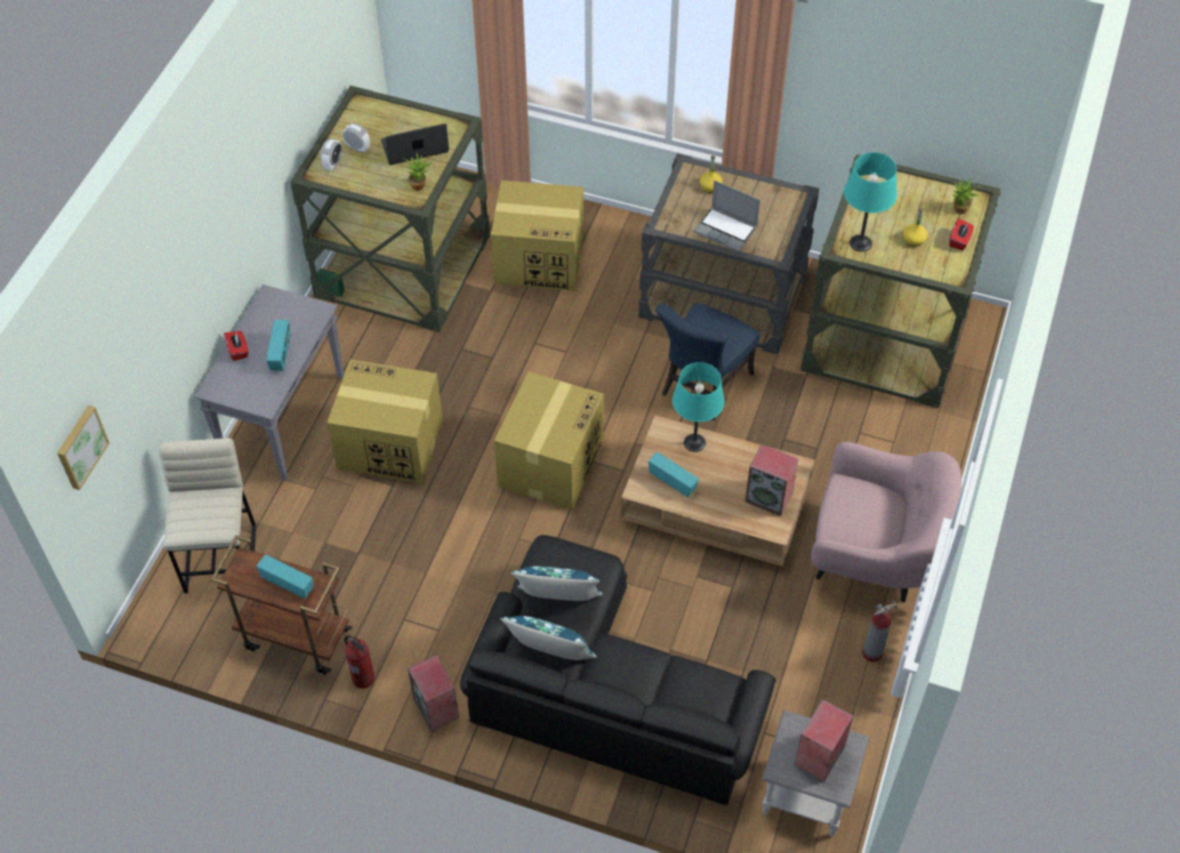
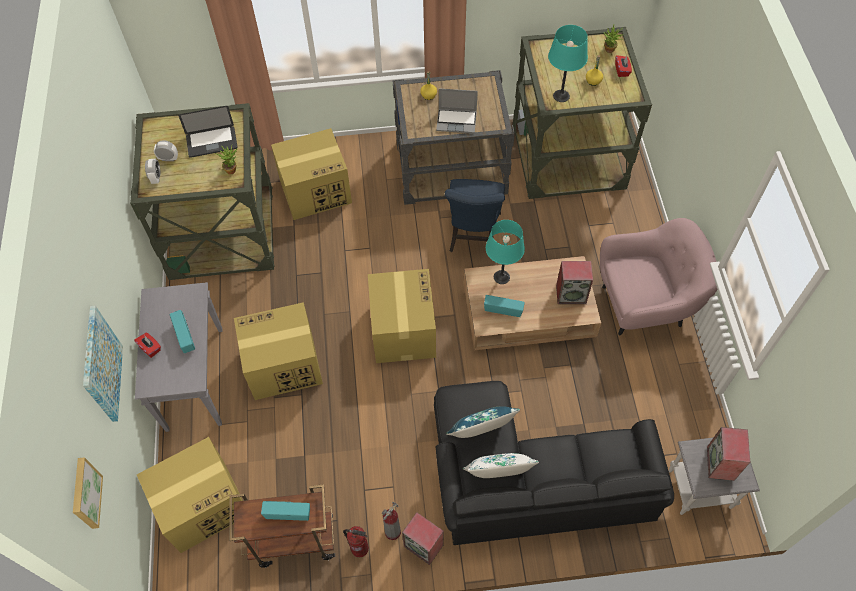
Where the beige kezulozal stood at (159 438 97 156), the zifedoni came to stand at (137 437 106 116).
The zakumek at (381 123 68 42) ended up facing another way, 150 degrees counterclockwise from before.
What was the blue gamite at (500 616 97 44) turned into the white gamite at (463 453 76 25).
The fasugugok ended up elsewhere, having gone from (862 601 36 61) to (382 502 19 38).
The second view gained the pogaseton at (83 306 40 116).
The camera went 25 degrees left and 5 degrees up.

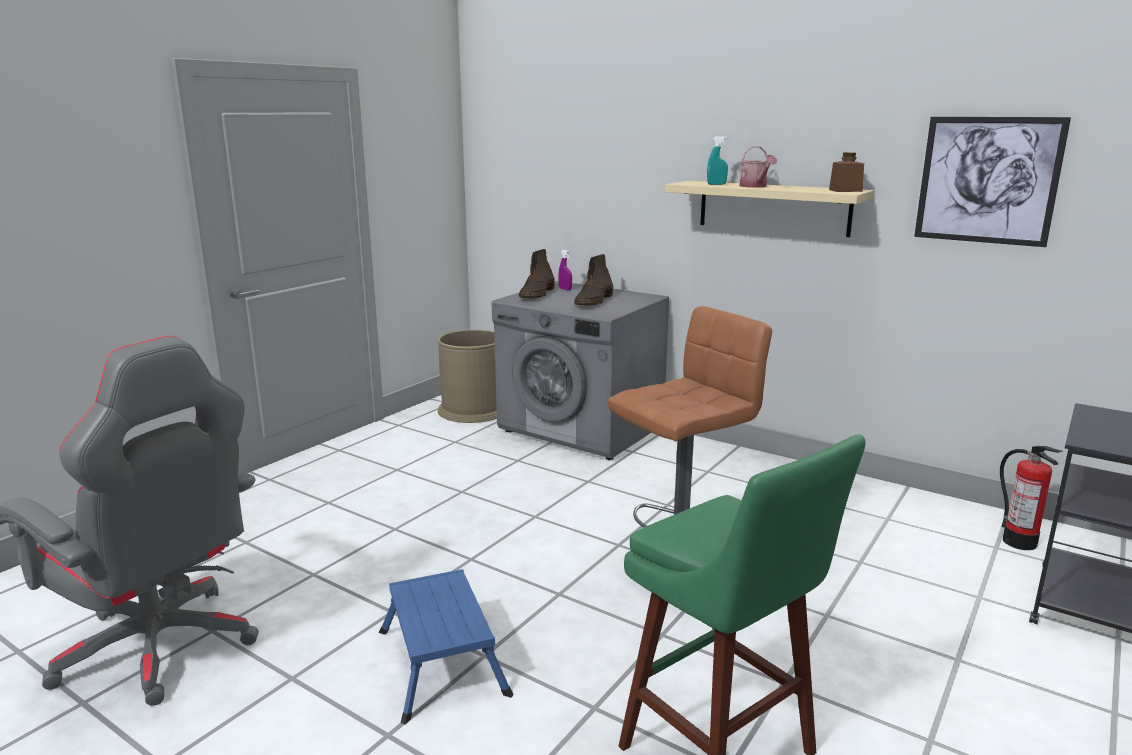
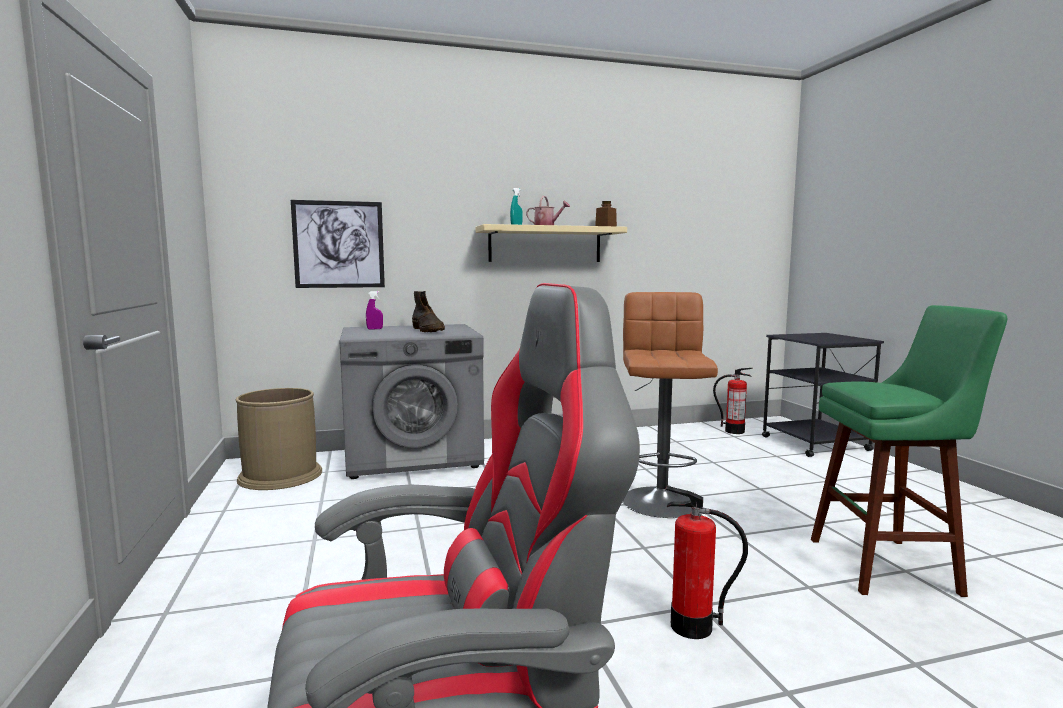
Where the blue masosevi stood at (378 569 136 156), the fasugugok came to stand at (666 486 82 153).
The second view lost the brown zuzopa at (519 249 36 49).
The pogaseton ended up elsewhere, having gone from (914 117 157 130) to (291 200 94 88).
The camera went 50 degrees left and 10 degrees down.

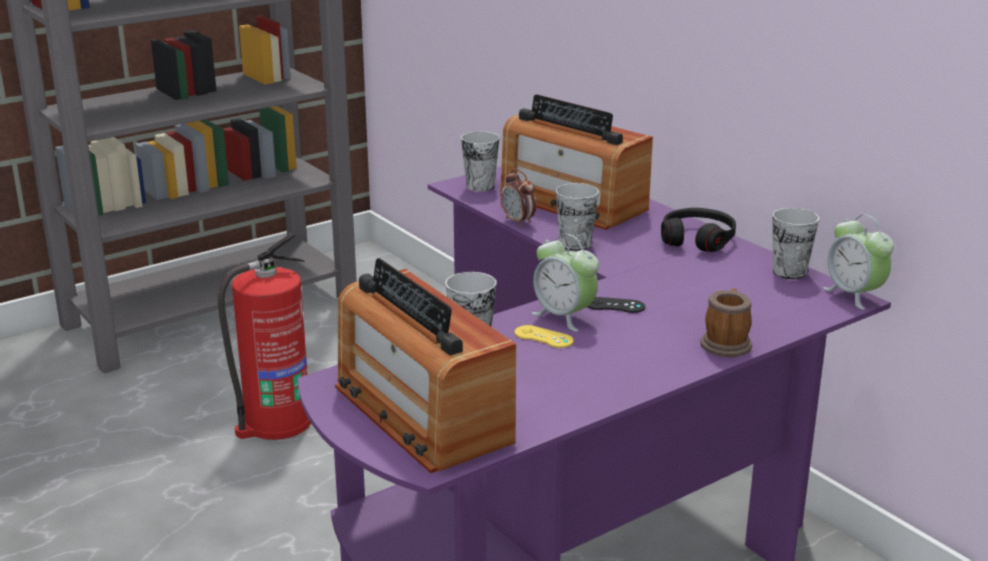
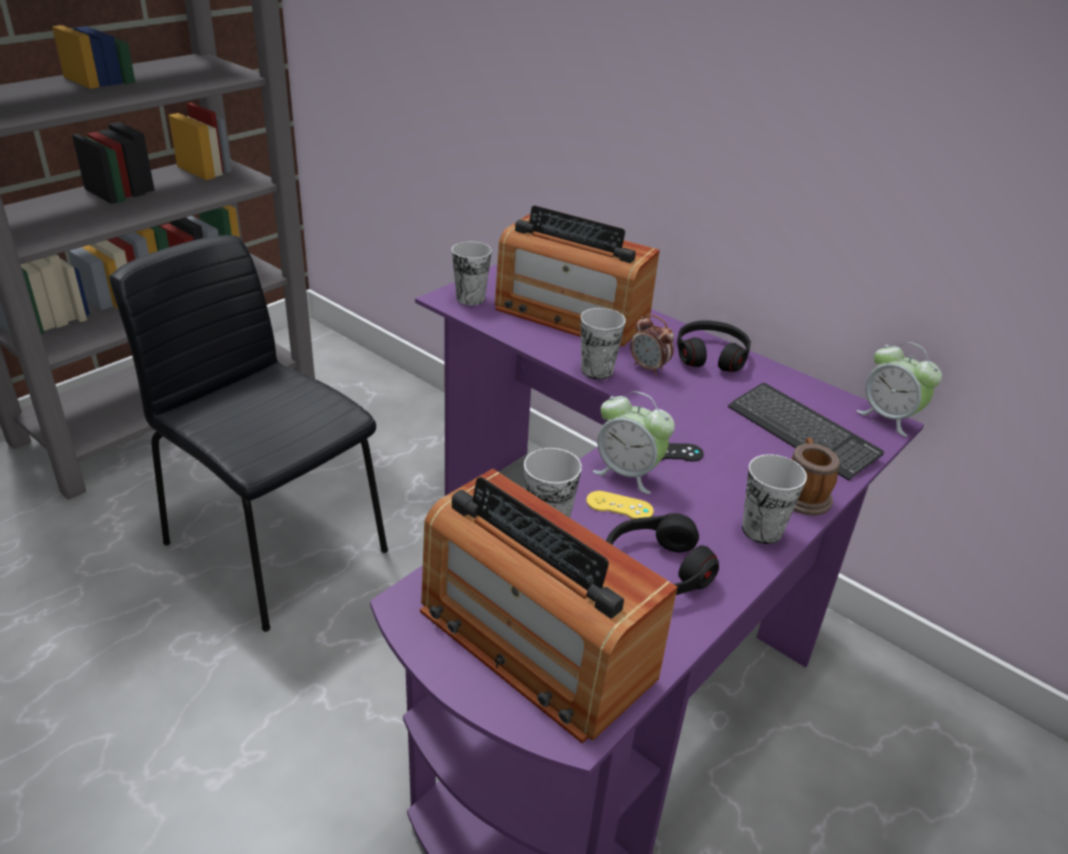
Where the fasugugok stood at (218 233 93 207), the black kezulozal came to stand at (109 235 279 397).
The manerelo ended up elsewhere, having gone from (501 169 36 58) to (630 314 44 61).
The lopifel ended up elsewhere, having gone from (773 208 46 72) to (742 454 65 90).
The second view gained the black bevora at (606 513 113 82).
The second view gained the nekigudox at (728 383 156 98).
The camera went 15 degrees left and 10 degrees up.

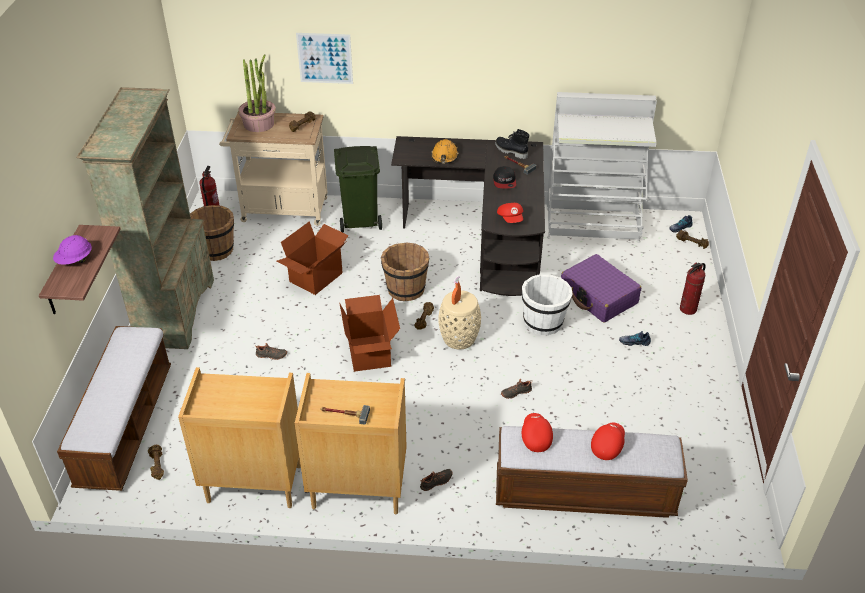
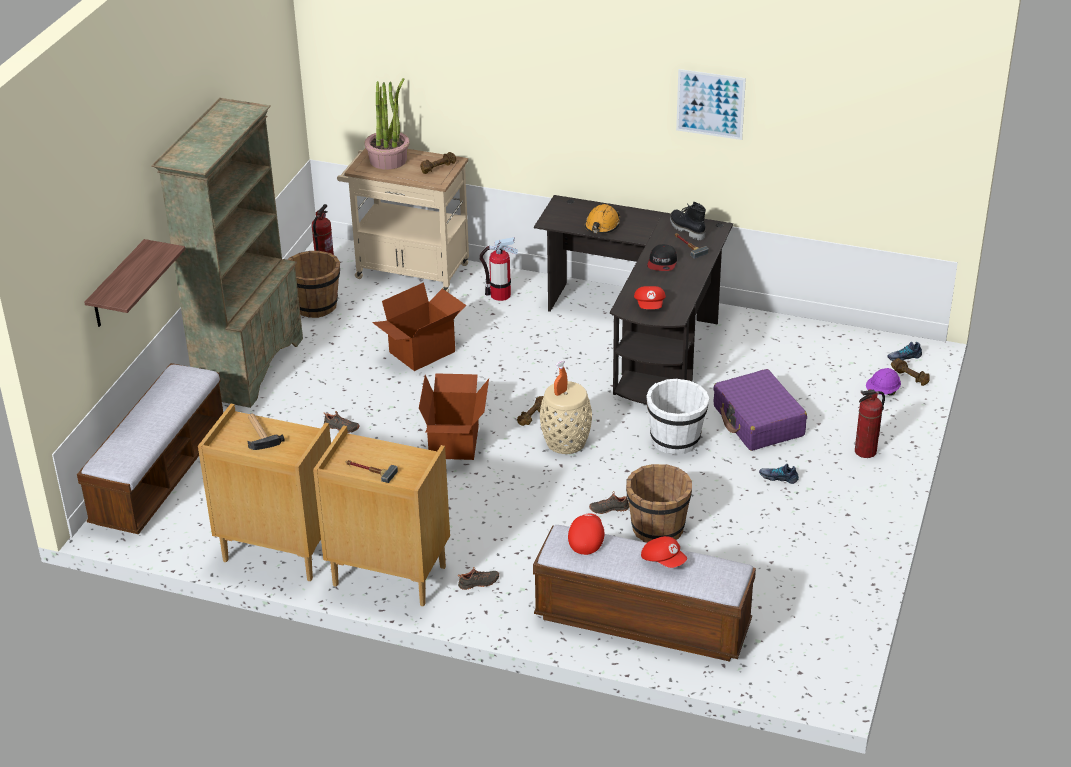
The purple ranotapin ended up elsewhere, having gone from (53 235 39 30) to (866 368 35 27).
The second view lost the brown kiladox at (148 445 16 35).
The pogaseton ended up elsewhere, having gone from (296 33 57 51) to (676 69 70 71).
Where the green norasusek stood at (334 146 48 87), the fasugugok came to stand at (480 237 38 64).
The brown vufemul ended up elsewhere, having gone from (381 242 48 59) to (626 464 66 79).
The second view lost the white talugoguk at (547 92 110 151).
The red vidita at (591 423 34 37) ended up facing another way, 90 degrees clockwise from before.
The second view gained the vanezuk at (247 414 38 36).
The camera went 15 degrees right and 5 degrees down.

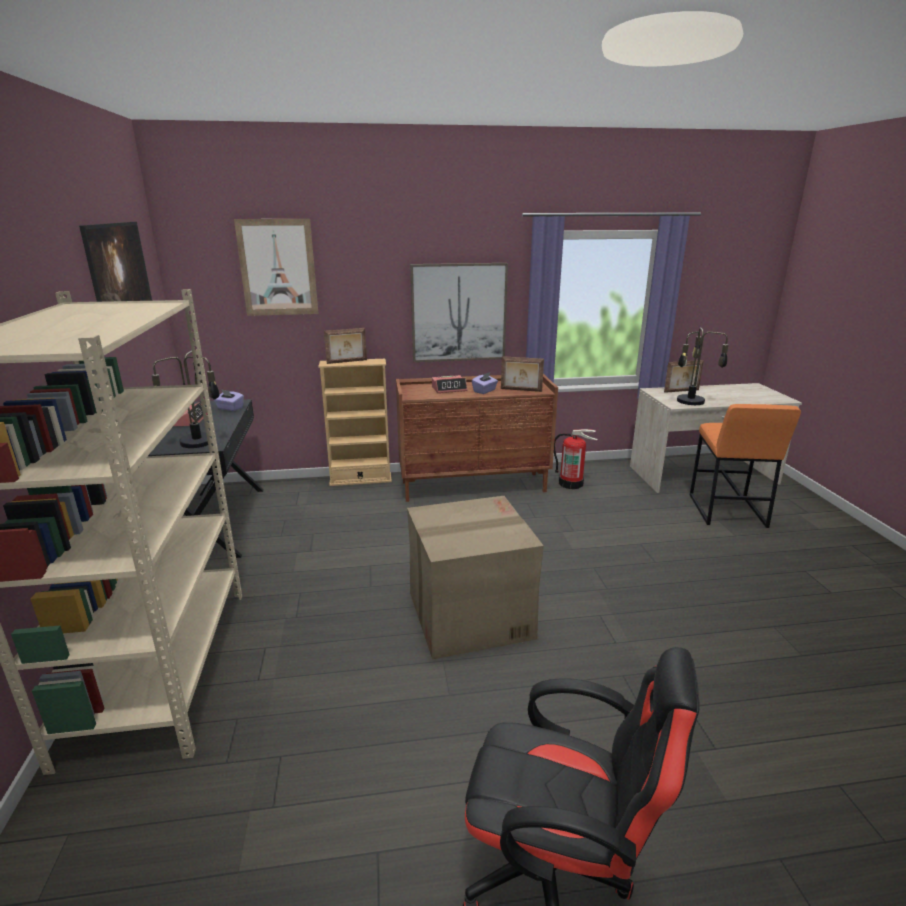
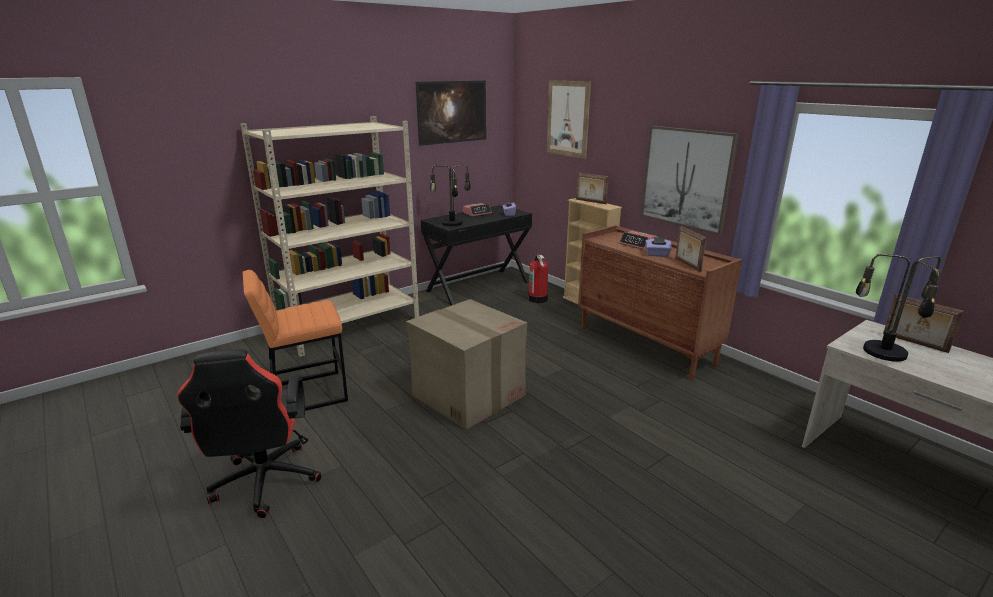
The fasugugok ended up elsewhere, having gone from (554 429 44 60) to (528 254 20 49).
The orange kezulozal ended up elsewhere, having gone from (690 404 111 124) to (243 270 105 141).
The camera went 60 degrees right and 0 degrees up.

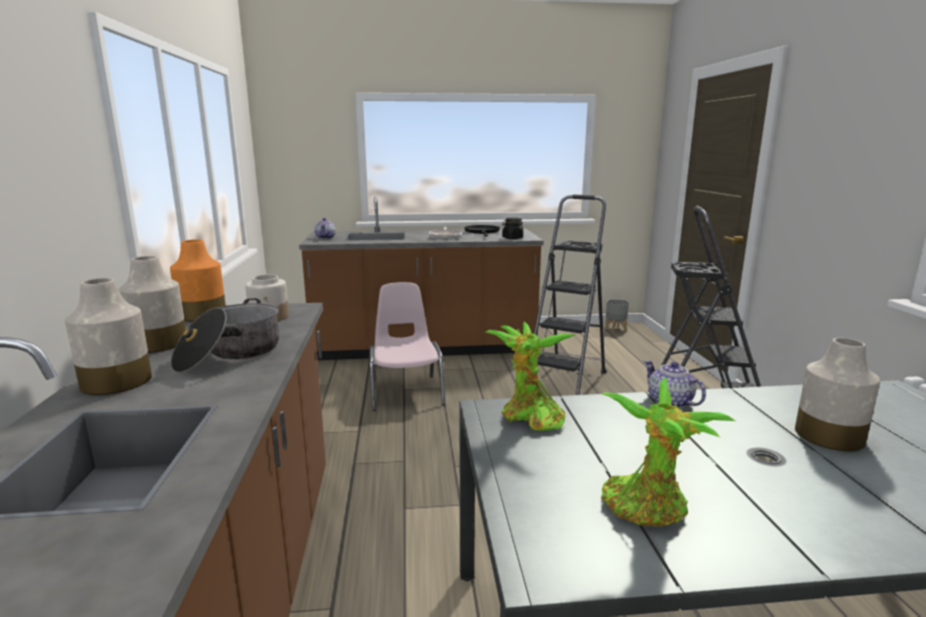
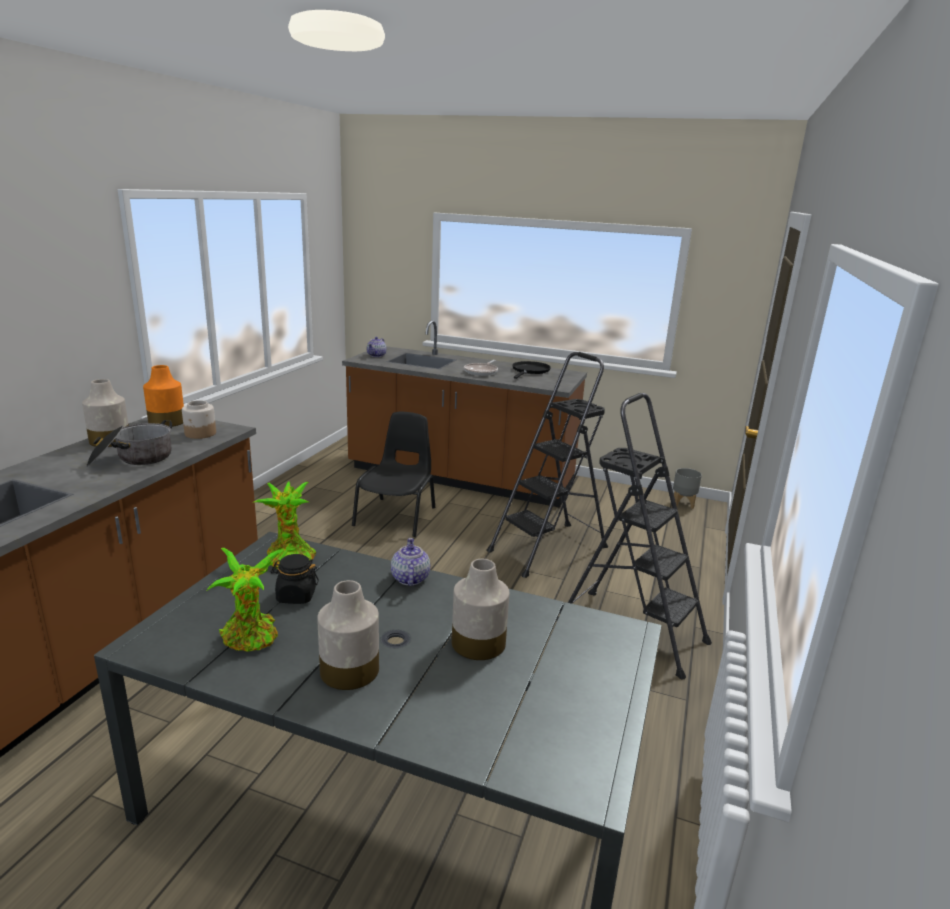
The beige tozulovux ended up elsewhere, having gone from (65 278 87 117) to (317 580 62 110).
What was the pink kezulozal at (369 282 76 129) turned into the black kezulozal at (352 412 83 125).
The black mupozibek ended up elsewhere, having gone from (502 217 21 22) to (271 554 48 50).
The camera went 25 degrees right and 5 degrees up.

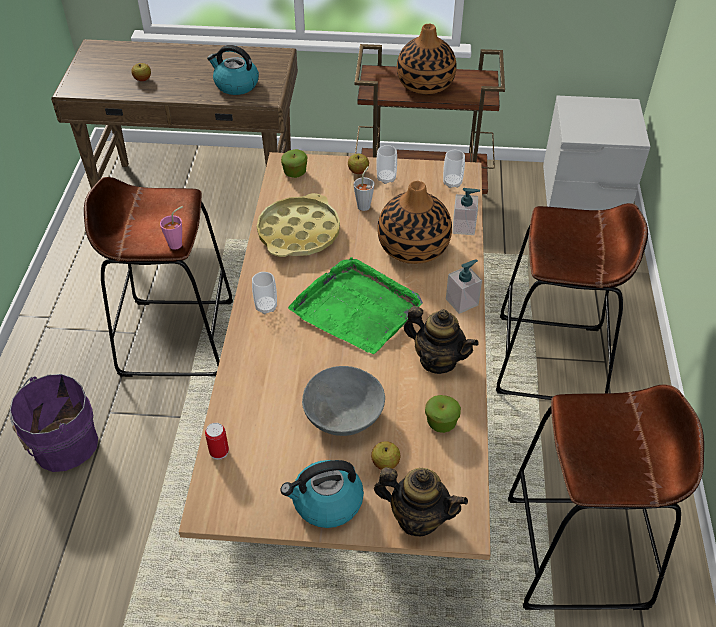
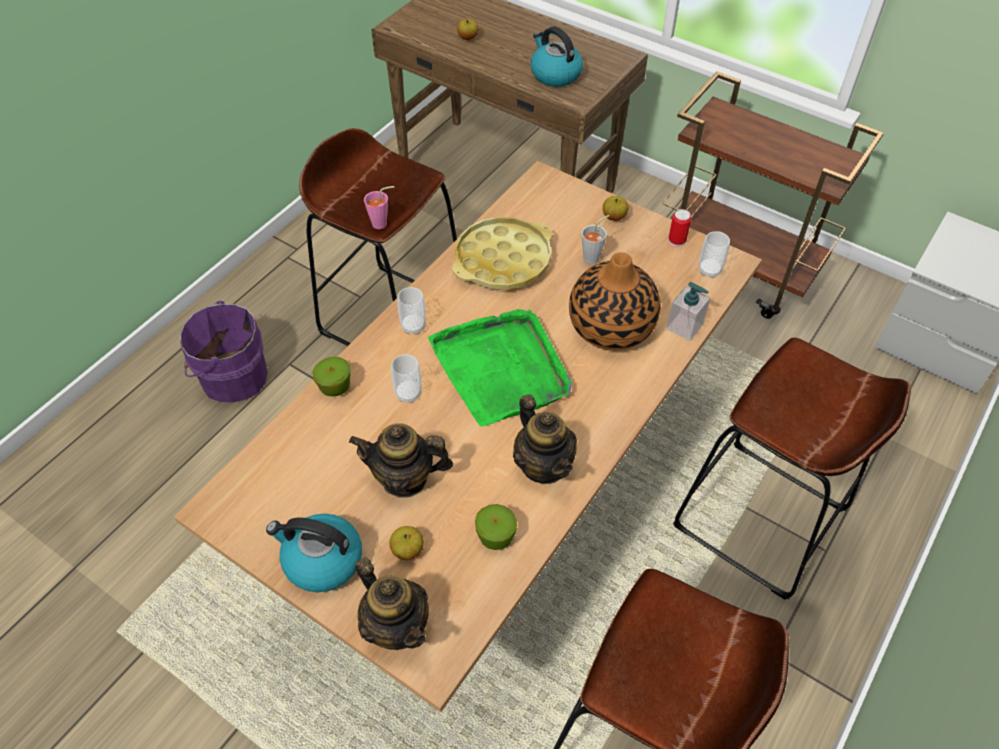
The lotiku ended up elsewhere, having gone from (205 423 24 37) to (669 209 22 38).
The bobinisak ended up elsewhere, having gone from (281 149 26 29) to (313 357 37 39).
Where the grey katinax stood at (302 366 83 70), the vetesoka came to stand at (349 423 104 75).
The lopifel ended up elsewhere, having gone from (376 145 21 39) to (391 354 31 49).
The second view lost the tozulovux at (397 24 60 71).
The second view lost the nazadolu at (446 259 36 55).
The camera went 30 degrees right and 5 degrees up.

